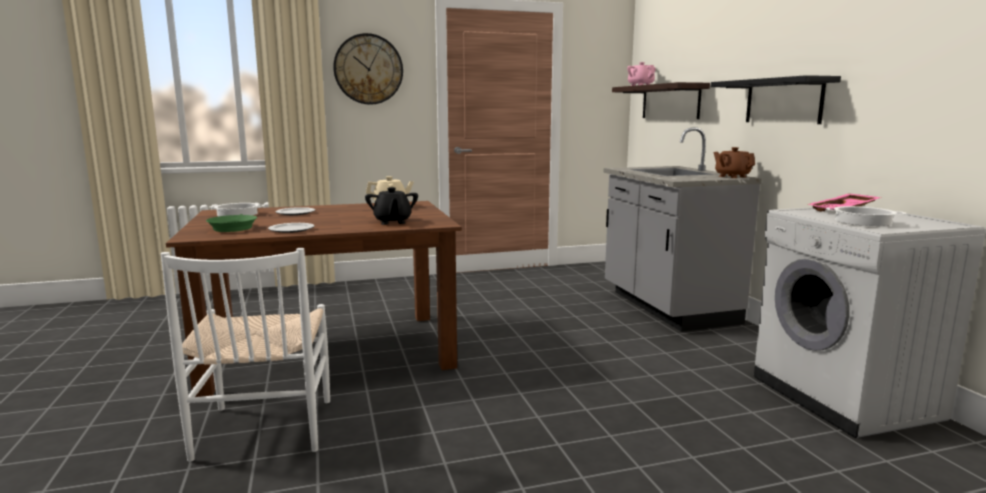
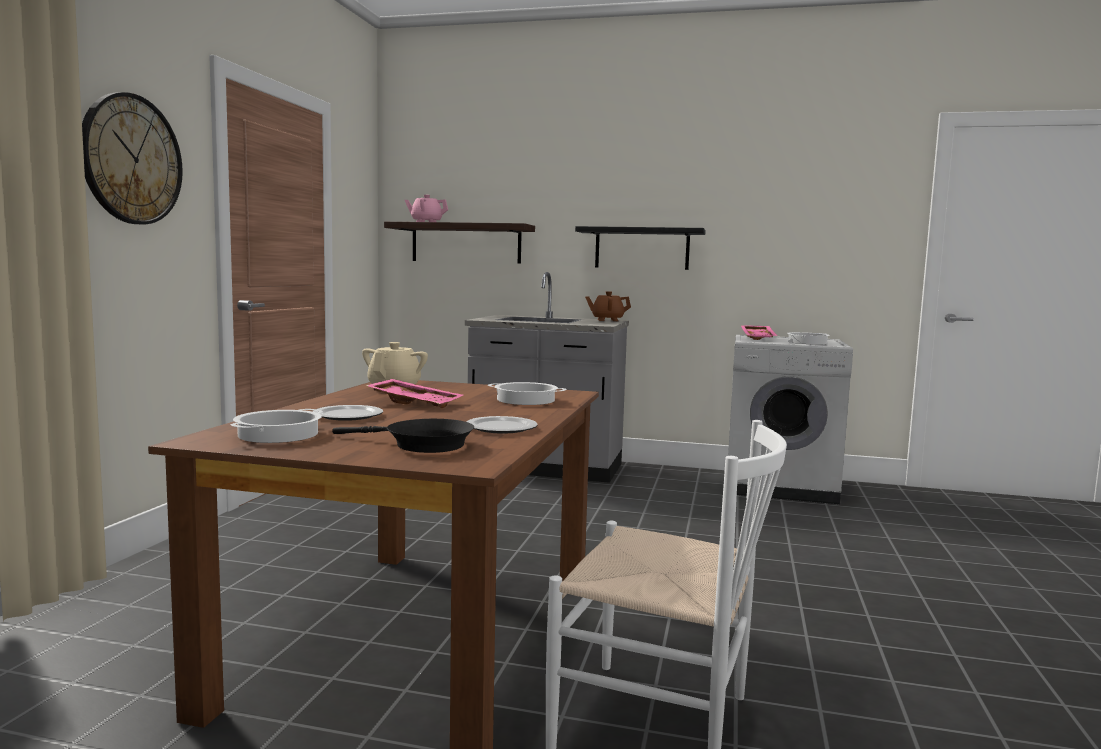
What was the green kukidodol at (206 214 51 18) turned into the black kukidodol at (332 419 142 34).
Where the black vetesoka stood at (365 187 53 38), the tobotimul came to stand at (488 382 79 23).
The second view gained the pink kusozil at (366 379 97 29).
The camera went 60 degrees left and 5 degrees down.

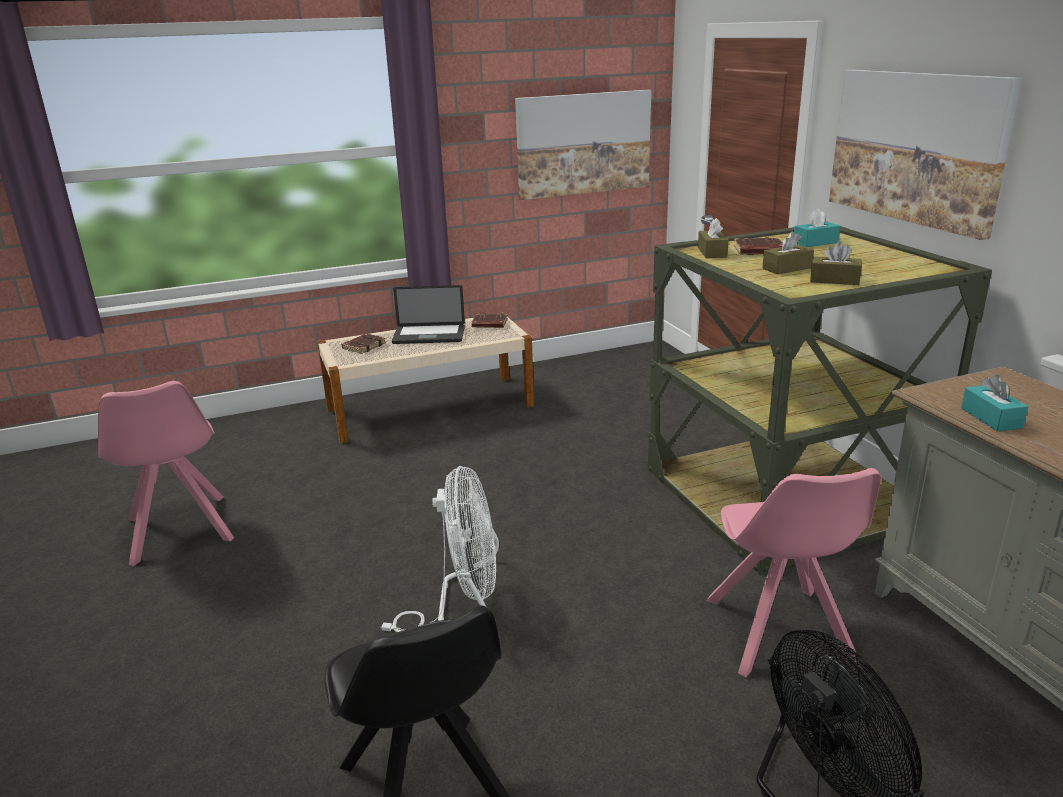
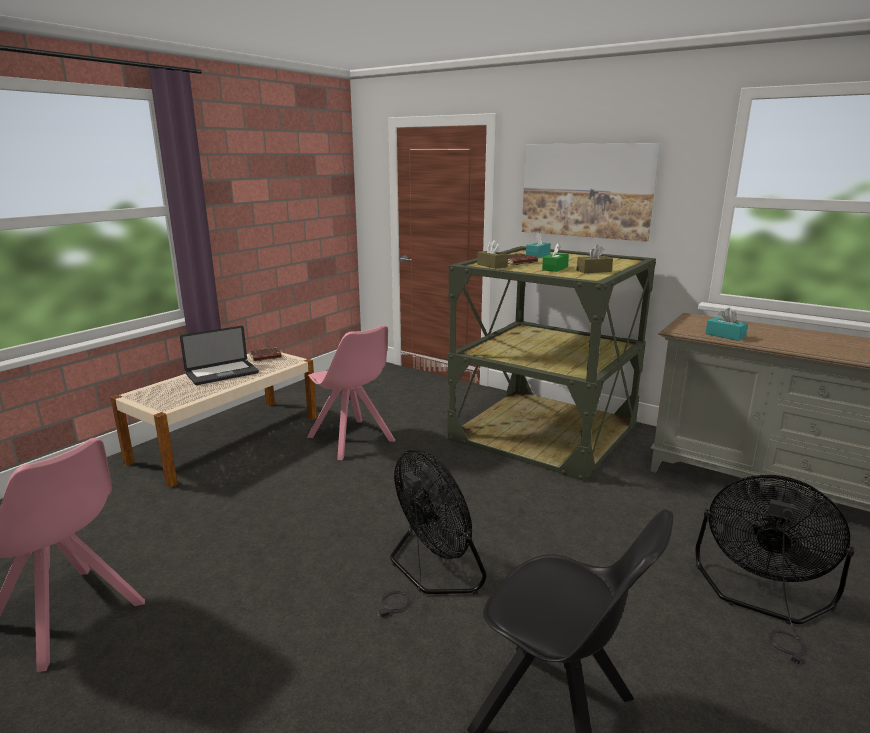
The second view lost the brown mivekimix at (342 334 44 20).
What was the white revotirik at (379 466 120 166) turned into the black revotirik at (378 450 108 167).
The second view lost the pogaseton at (515 90 136 110).
The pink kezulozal ended up elsewhere, having gone from (707 468 174 210) to (307 325 88 135).
What was the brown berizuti at (762 232 52 42) turned into the green berizuti at (542 243 27 29).
The camera went 35 degrees left and 5 degrees down.

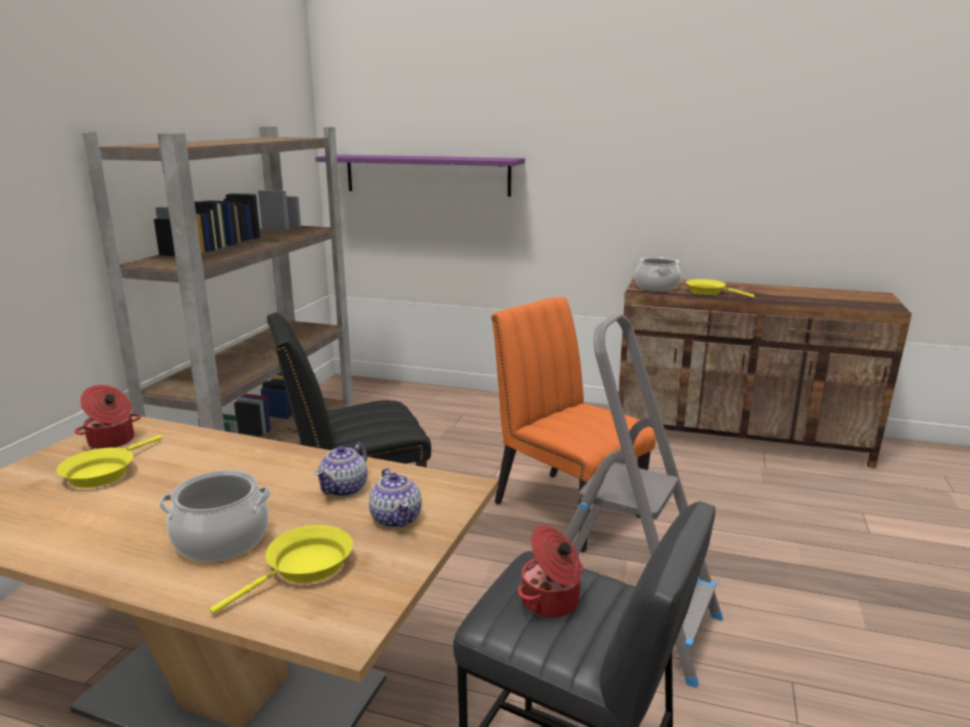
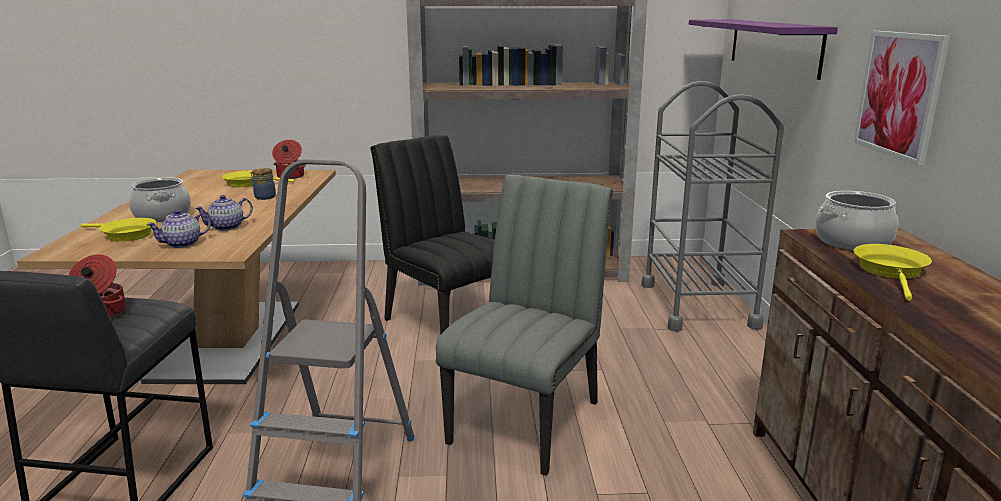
The vetesoka at (315 443 53 54) ended up facing another way, 45 degrees counterclockwise from before.
What was the orange kezulozal at (491 297 165 255) turned into the grey kezulozal at (436 175 177 301).
The second view gained the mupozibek at (250 168 26 32).
The second view gained the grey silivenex at (641 81 143 250).
The second view gained the pogaseton at (854 31 97 135).
The camera went 70 degrees right and 0 degrees up.

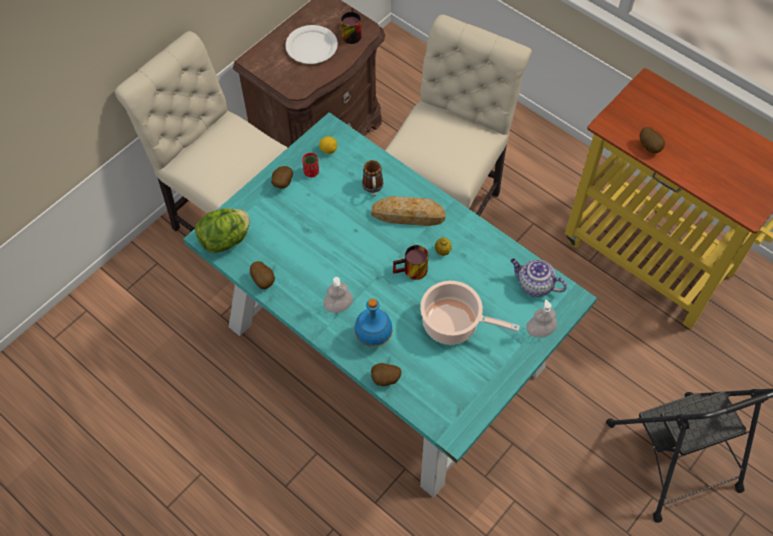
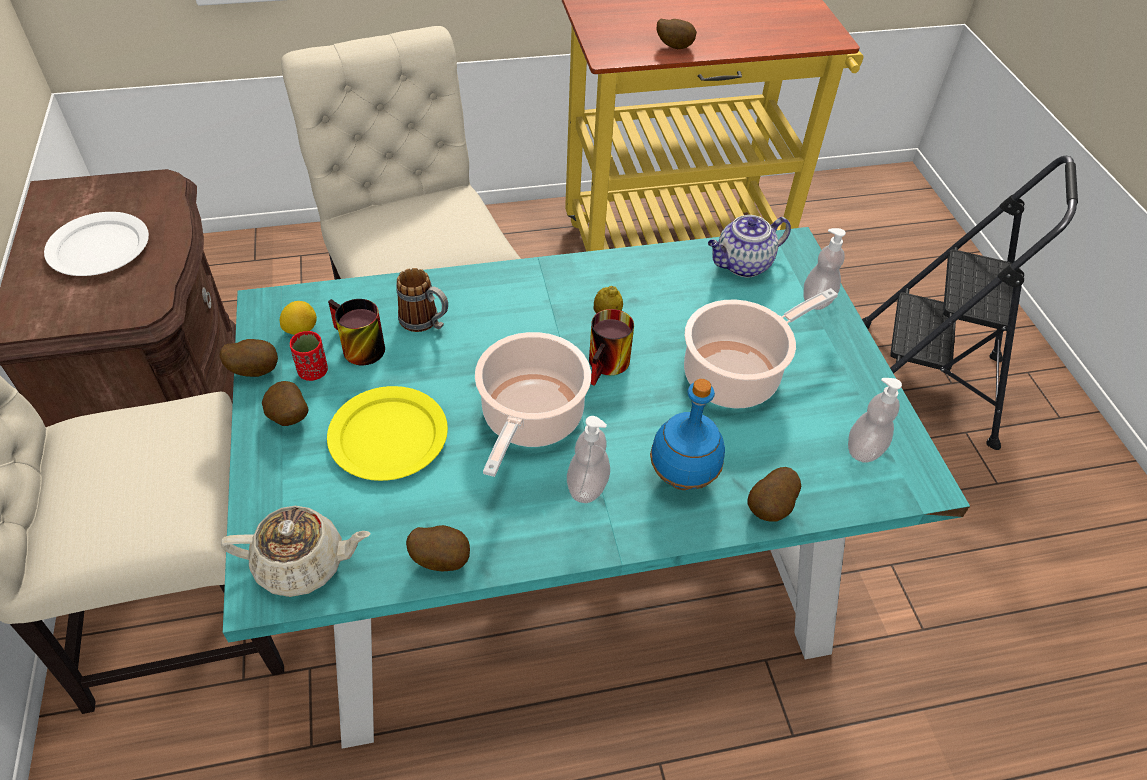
Where the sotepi stood at (195 208 55 45), the beige vetesoka came to stand at (221 506 150 91).
The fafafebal ended up elsewhere, having gone from (341 8 20 36) to (328 299 57 66).
The second view lost the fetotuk at (371 196 75 30).
The second view gained the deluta at (219 339 59 38).
The second view gained the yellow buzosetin at (327 386 121 95).
The second view gained the tobotimul at (475 332 116 145).
The second view gained the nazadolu at (848 378 54 85).
The camera went 55 degrees left and 10 degrees down.

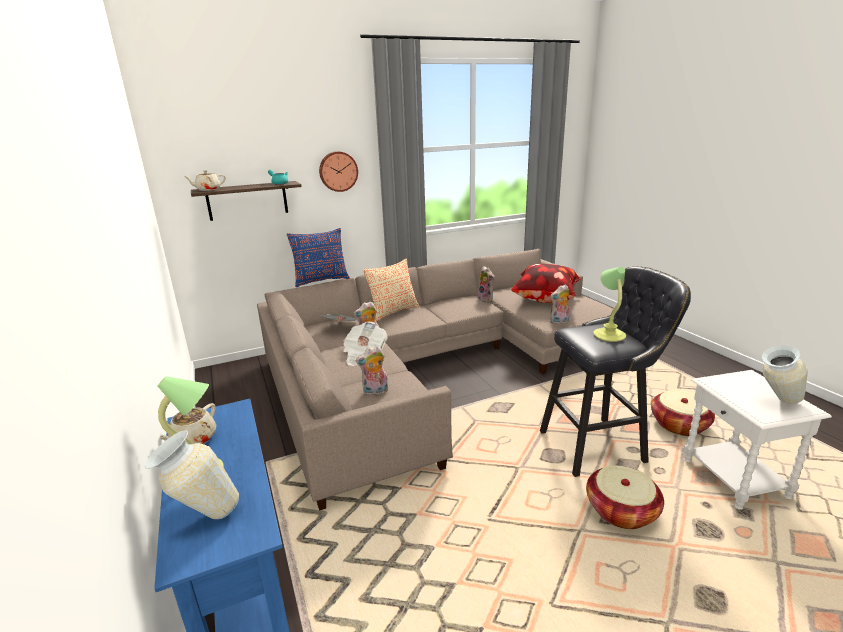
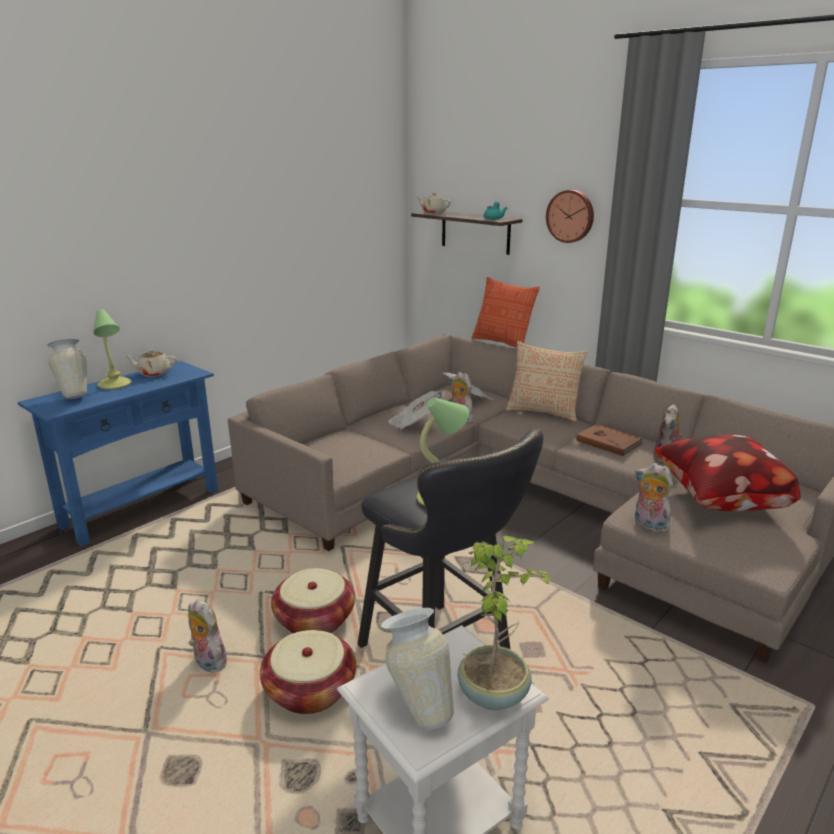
What was the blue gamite at (287 228 63 59) turned into the orange gamite at (472 277 68 71).
The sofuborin ended up elsewhere, having gone from (356 345 32 51) to (188 599 39 73).
The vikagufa ended up elsewhere, having gone from (651 390 64 46) to (271 568 84 65).
The second view gained the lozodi at (457 535 96 175).
The second view gained the brown mivekimix at (576 424 67 32).
The camera went 65 degrees right and 0 degrees up.

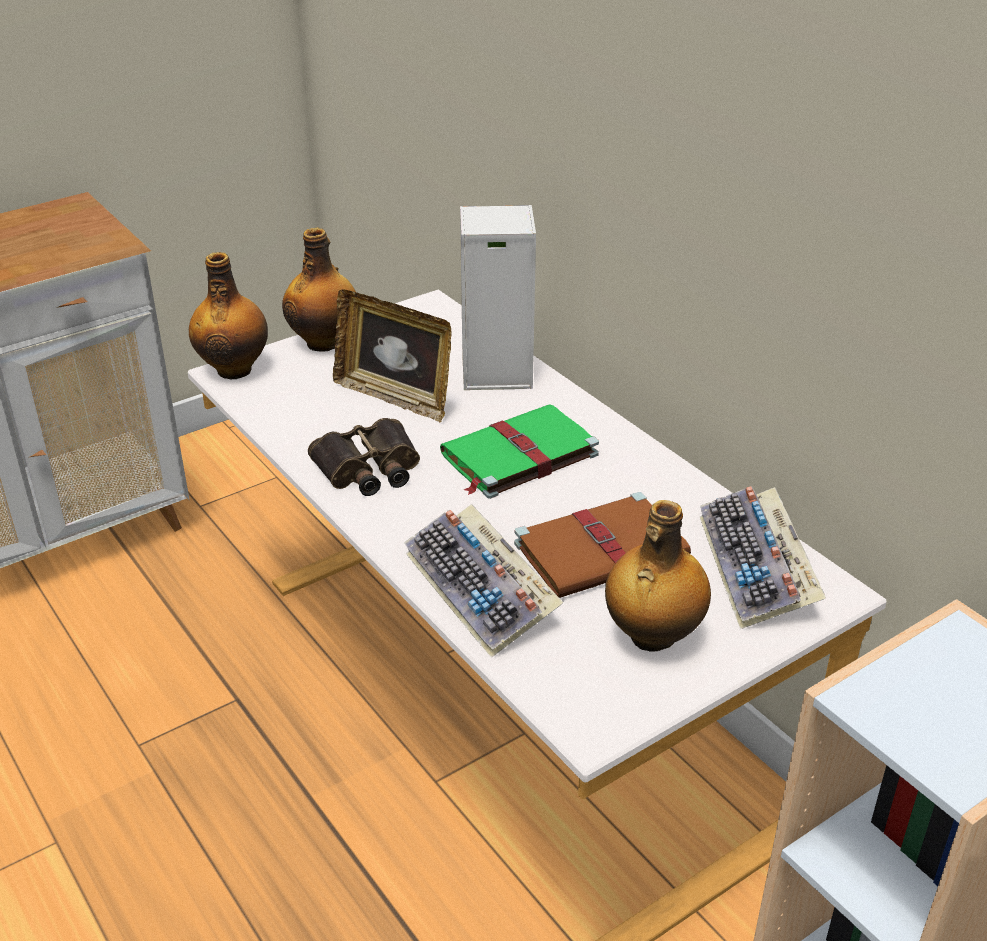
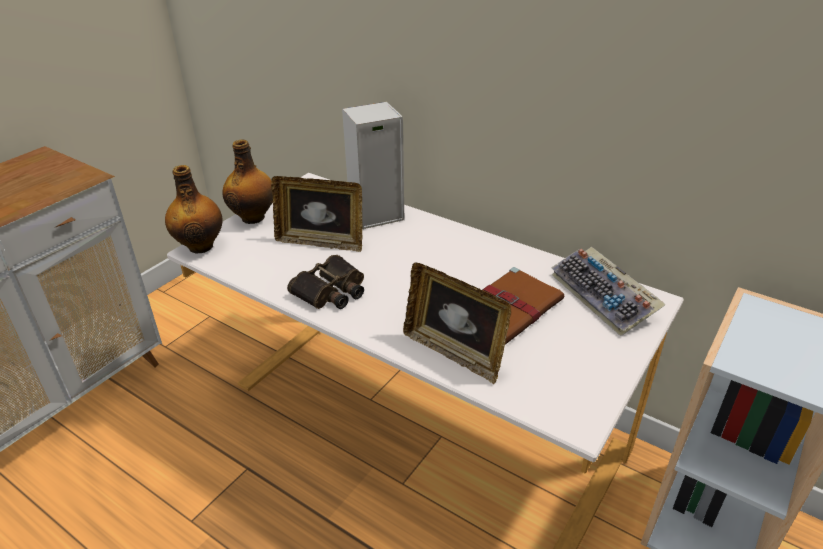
Where the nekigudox stood at (404 504 159 154), the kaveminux came to stand at (403 263 108 121).
The second view lost the green mivekimix at (440 404 159 95).
The second view lost the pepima at (605 500 106 151).
The camera went 20 degrees left and 0 degrees up.

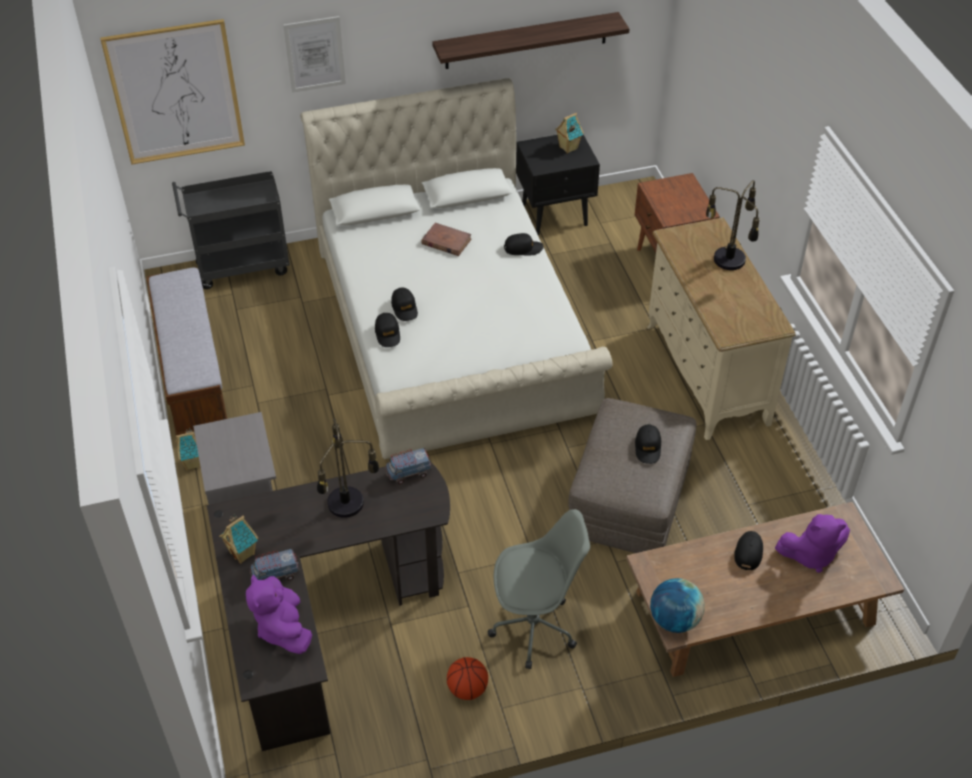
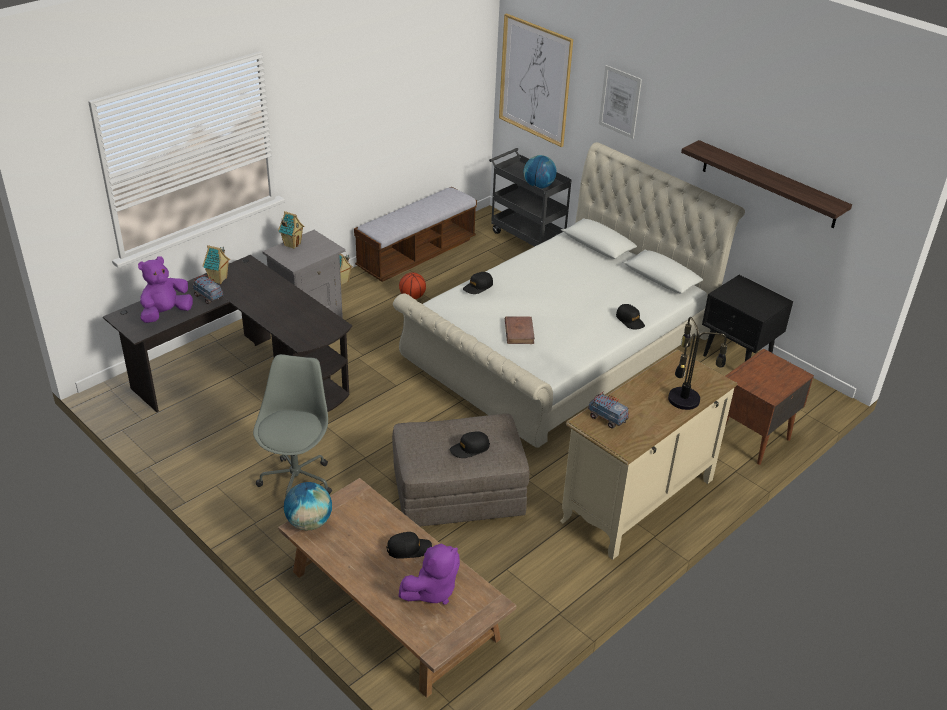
The second view lost the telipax at (317 418 62 100).
The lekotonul ended up elsewhere, having gone from (385 448 46 36) to (588 392 41 37).
The second view lost the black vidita at (391 288 27 33).
The brown mivekimix ended up elsewhere, having gone from (422 223 50 33) to (505 317 30 27).
The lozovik ended up elsewhere, having gone from (447 657 41 43) to (399 272 27 27).
The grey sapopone at (488 509 102 160) ended up facing another way, 135 degrees counterclockwise from before.
The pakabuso ended up elsewhere, having gone from (555 113 29 41) to (278 211 27 38).
The purple sofuborin at (775 514 75 59) ended up facing another way, 90 degrees counterclockwise from before.
The second view gained the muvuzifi at (524 155 33 34).
The camera went 60 degrees right and 10 degrees down.

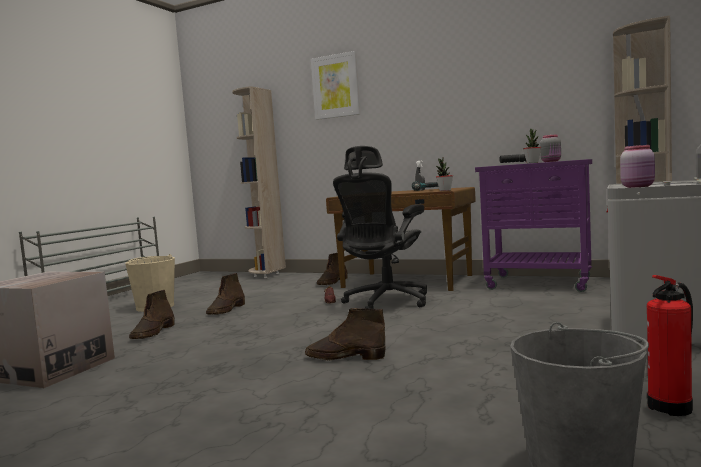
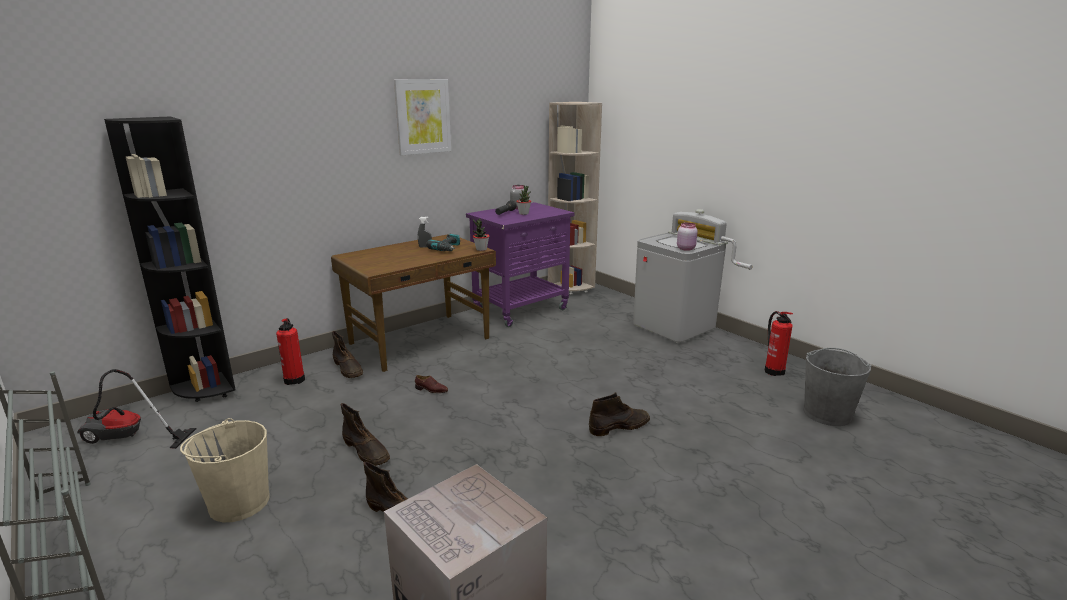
What was the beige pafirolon at (232 86 54 192) turned into the black pafirolon at (104 117 132 285).
The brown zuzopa at (305 308 81 53) ended up facing another way, 150 degrees counterclockwise from before.
The pogaseton ended up elsewhere, having gone from (311 51 49 69) to (394 79 57 76).
The second view lost the sapopone at (333 146 94 163).
The second view gained the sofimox at (77 369 119 80).
The second view gained the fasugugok at (276 318 29 67).
The camera went 65 degrees left and 15 degrees up.

